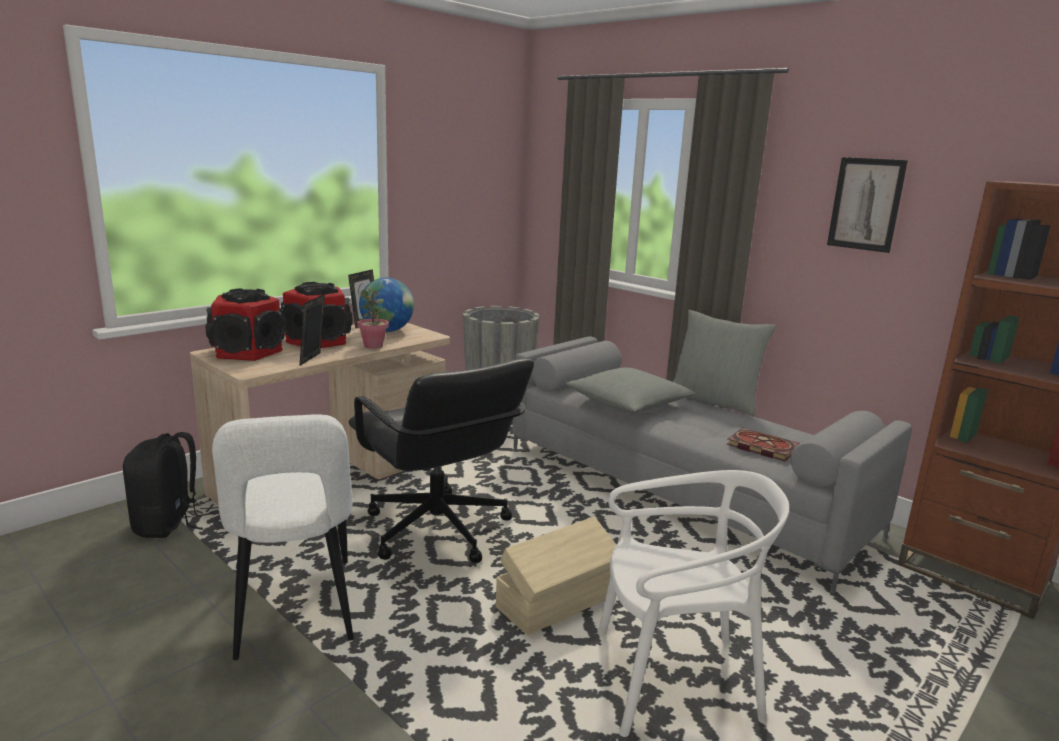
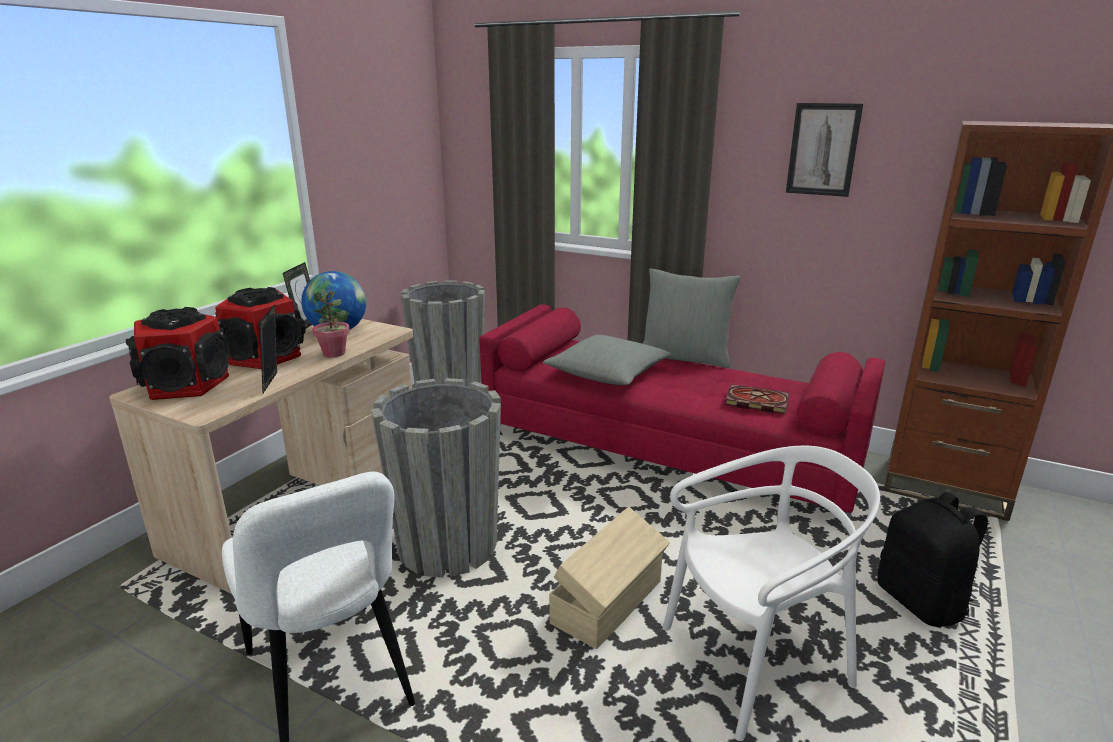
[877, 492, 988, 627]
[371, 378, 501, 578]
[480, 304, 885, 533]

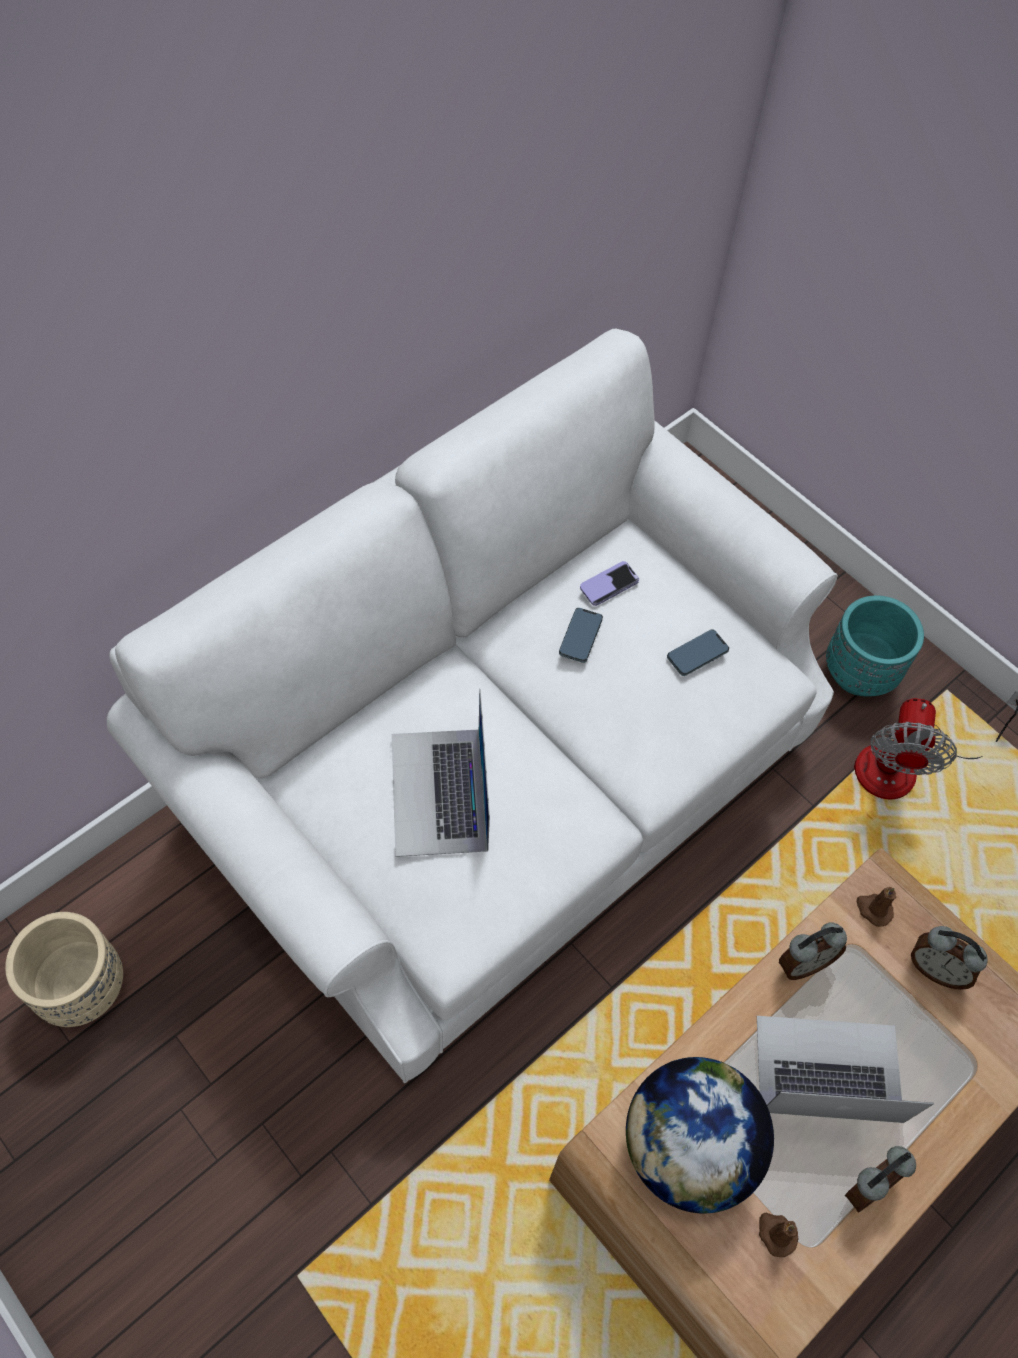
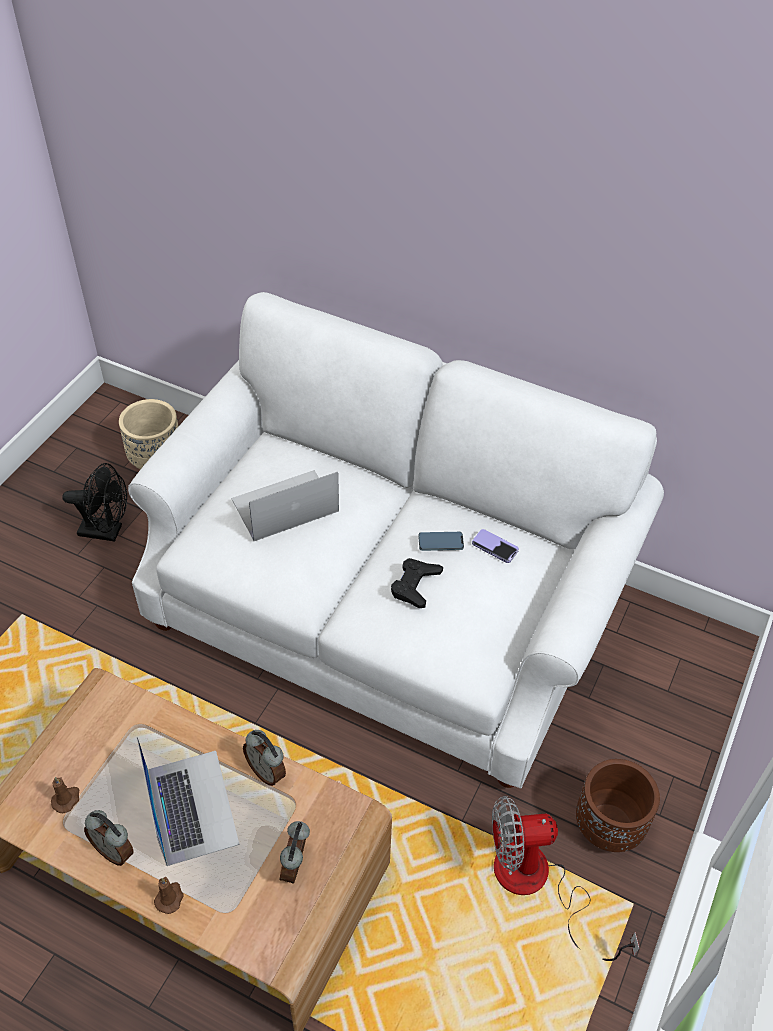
[626, 1057, 774, 1213] (first image)
[667, 629, 729, 676] (first image)
[576, 759, 660, 852]
[154, 877, 184, 914]
[62, 463, 127, 542]
[391, 558, 443, 608]

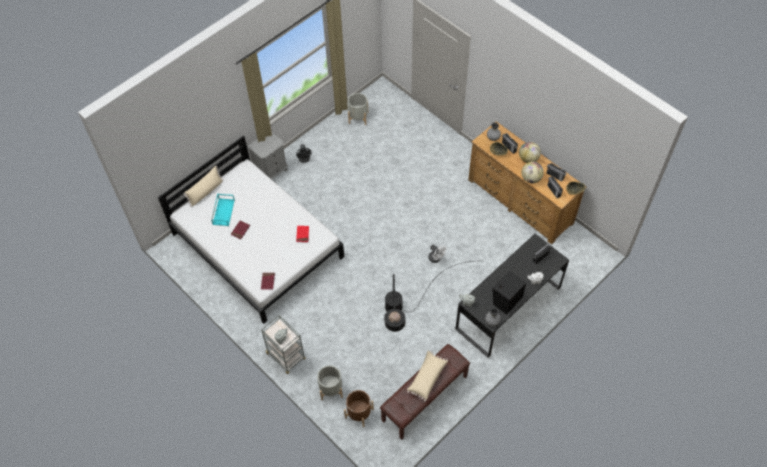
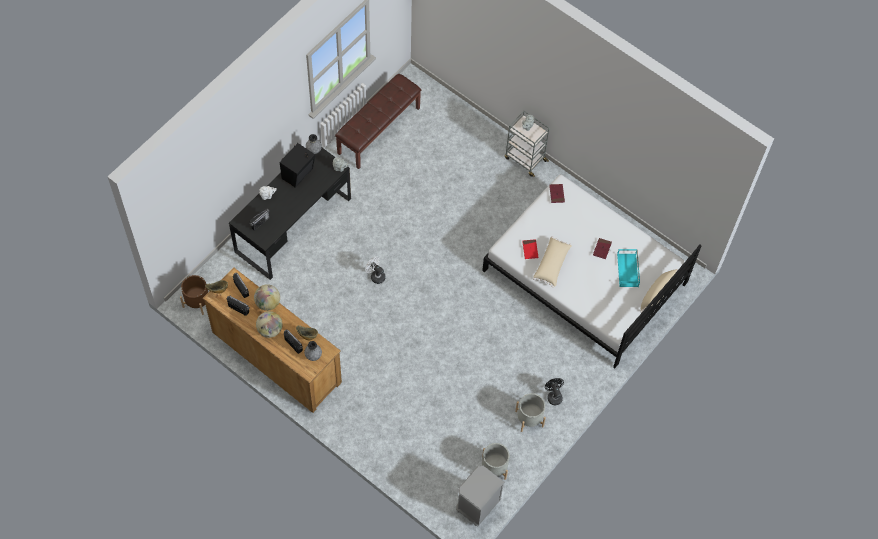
[456, 465, 504, 527]
[515, 393, 546, 432]
[180, 275, 208, 315]
[384, 261, 474, 332] (first image)
[533, 236, 572, 288]

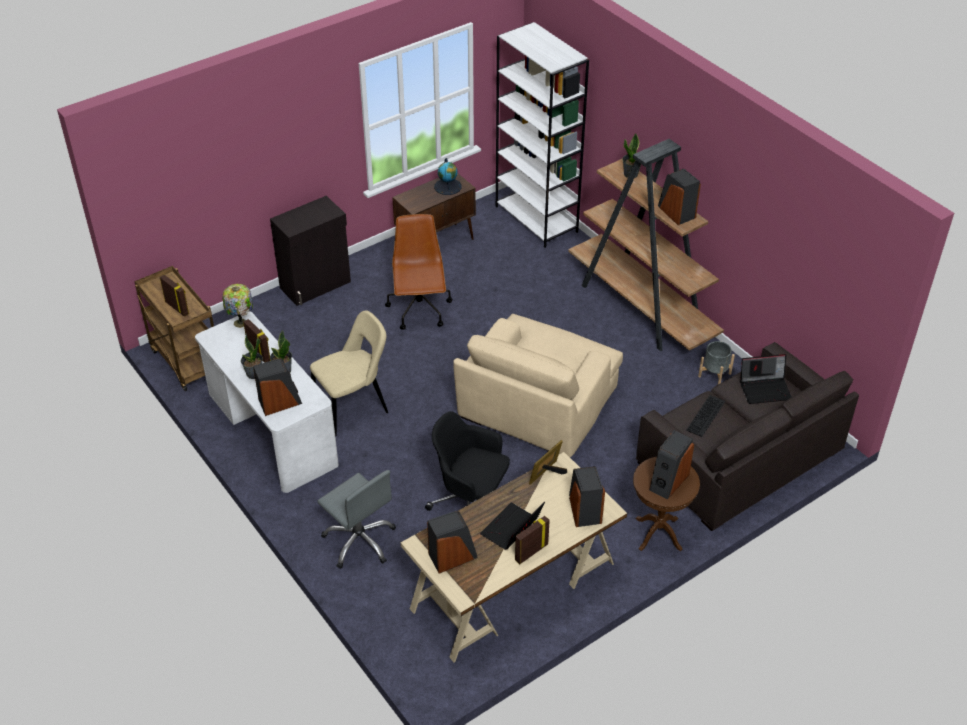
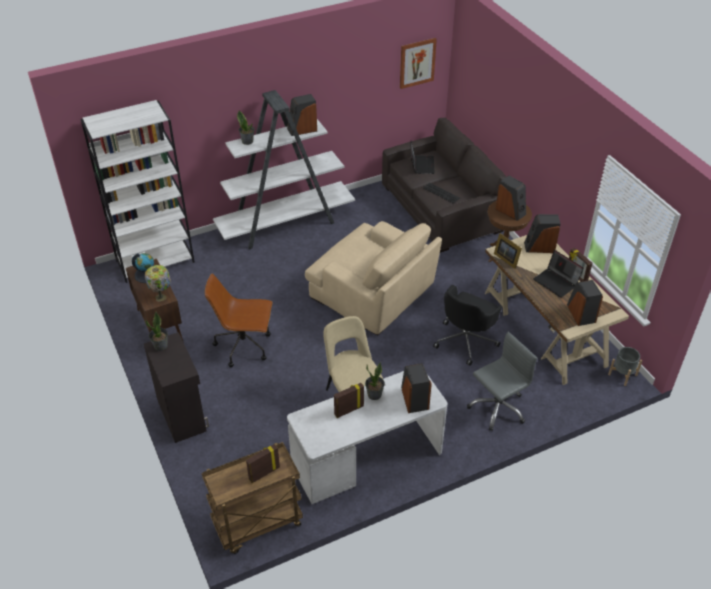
[145, 265, 171, 302]
[145, 312, 168, 351]
[213, 90, 355, 249]
[608, 347, 642, 386]
[400, 38, 437, 89]

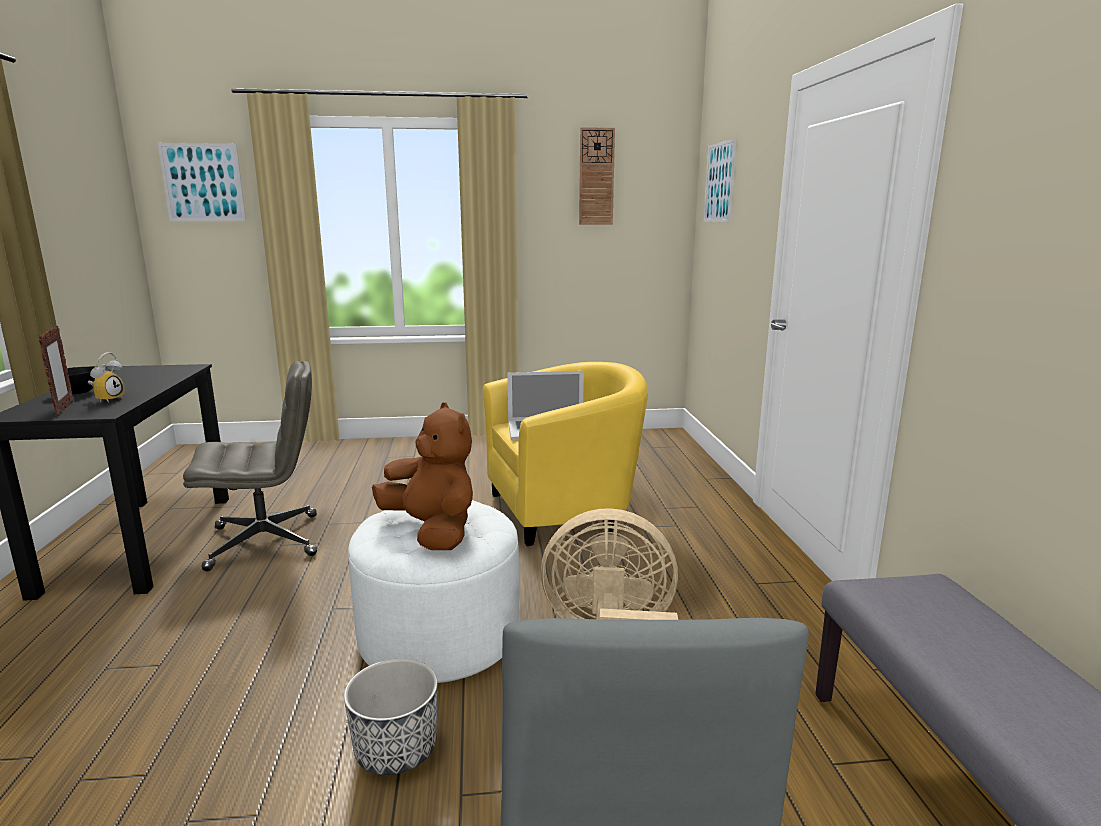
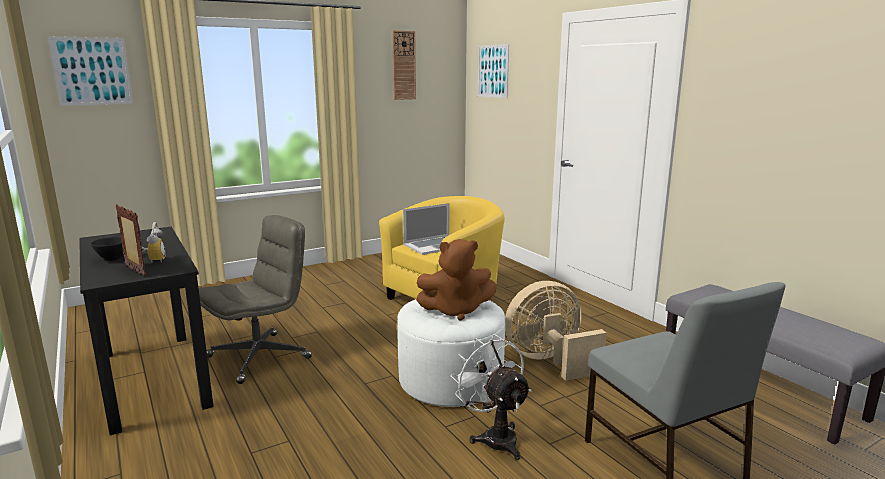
[451, 334, 532, 460]
[416, 239, 497, 321]

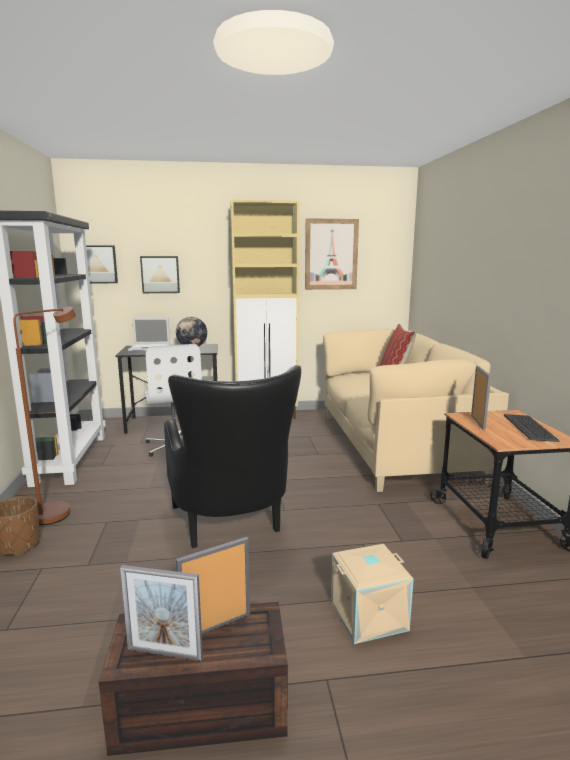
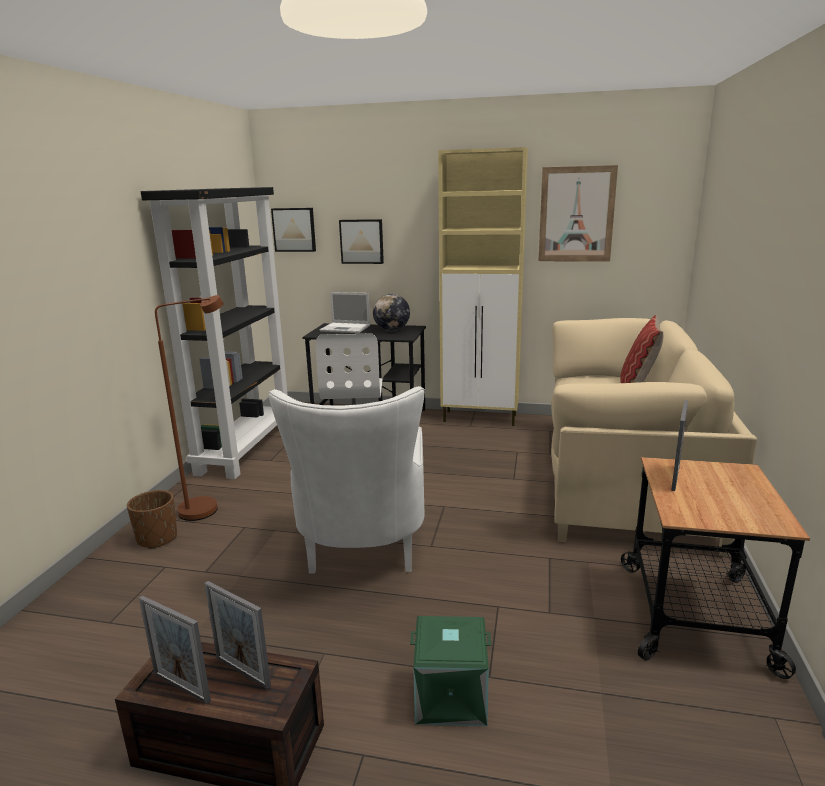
[269, 386, 425, 574]
[205, 581, 271, 689]
[410, 616, 491, 726]
[504, 414, 559, 442] (first image)

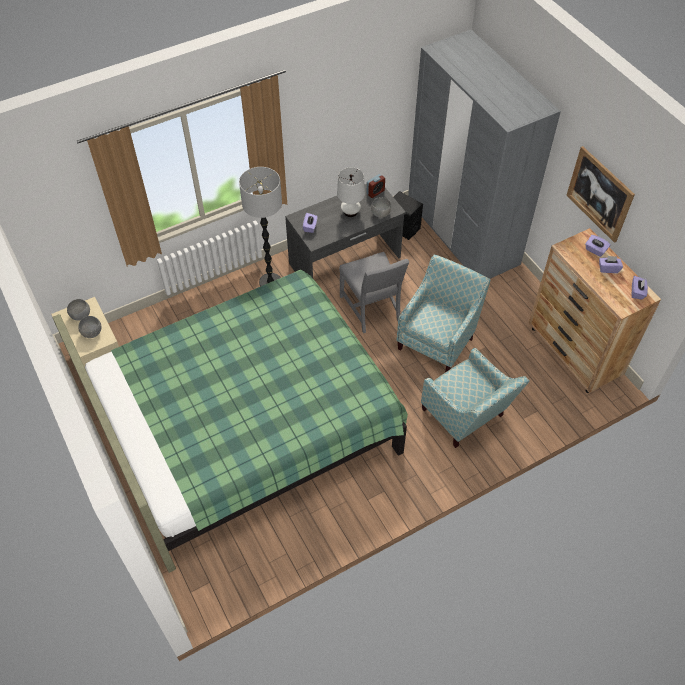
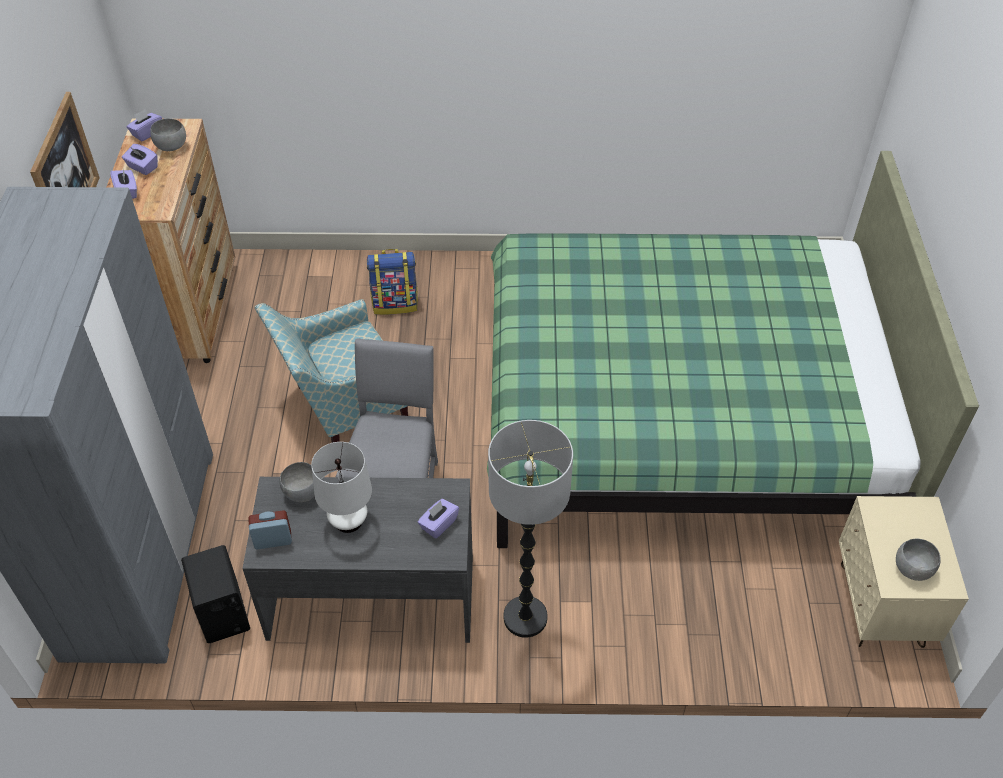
[150, 118, 186, 151]
[367, 249, 418, 315]

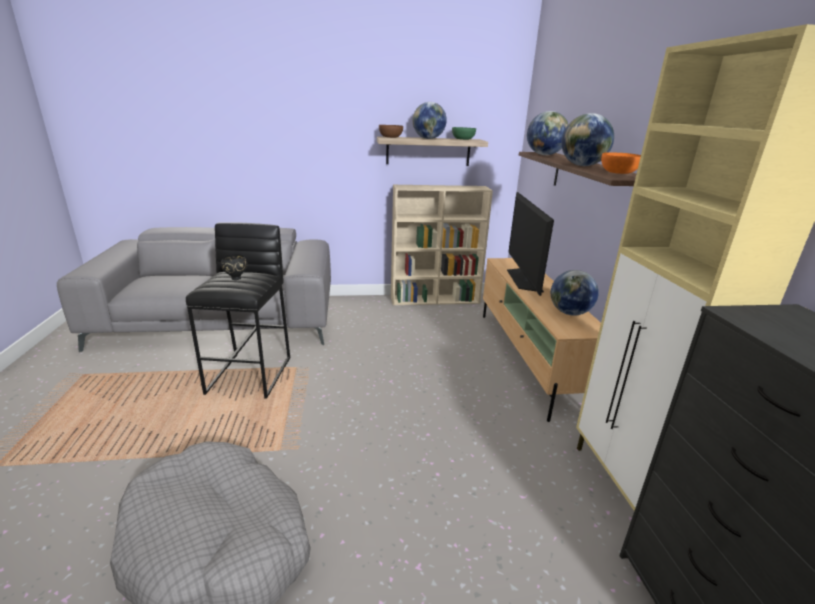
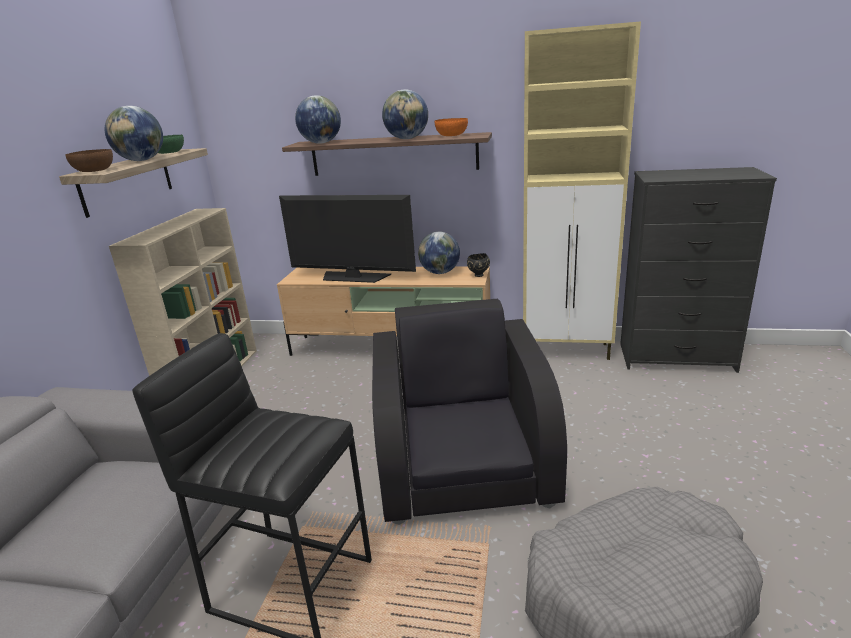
[467, 253, 490, 277]
[372, 299, 567, 525]

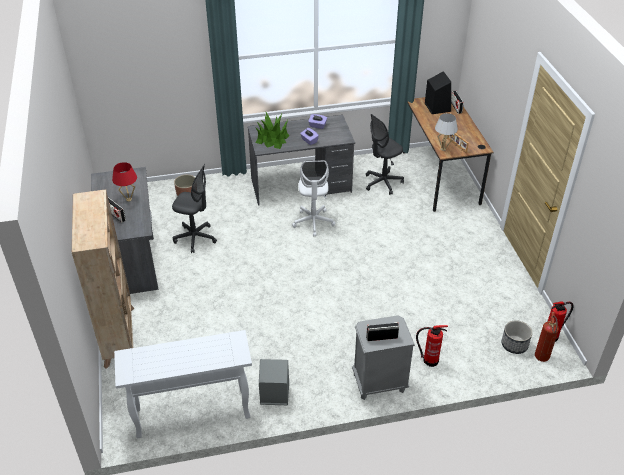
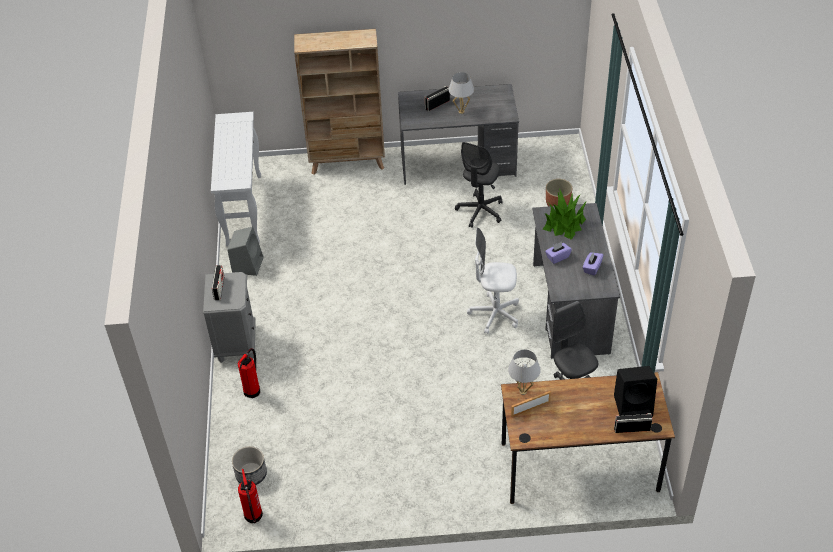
[449, 72, 474, 114]
[535, 312, 559, 362] (first image)

